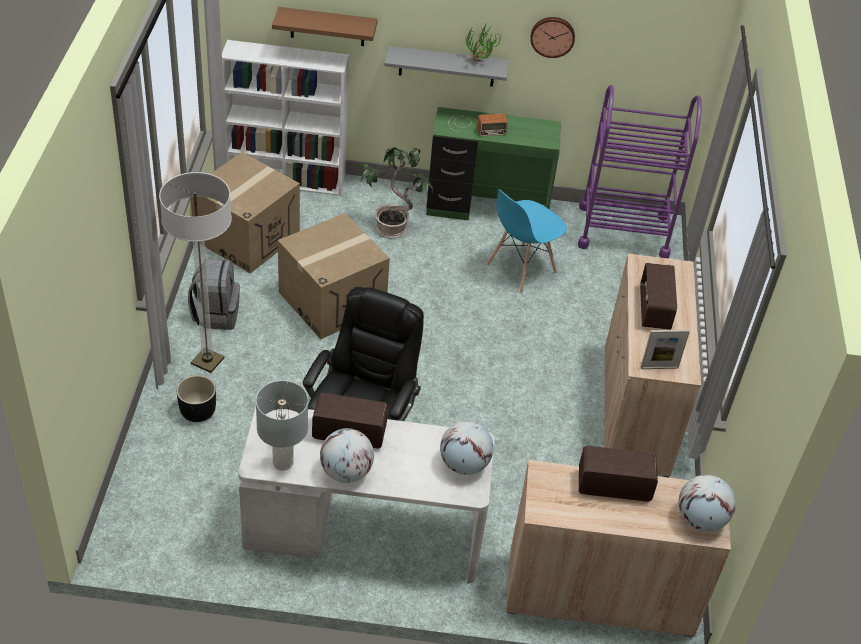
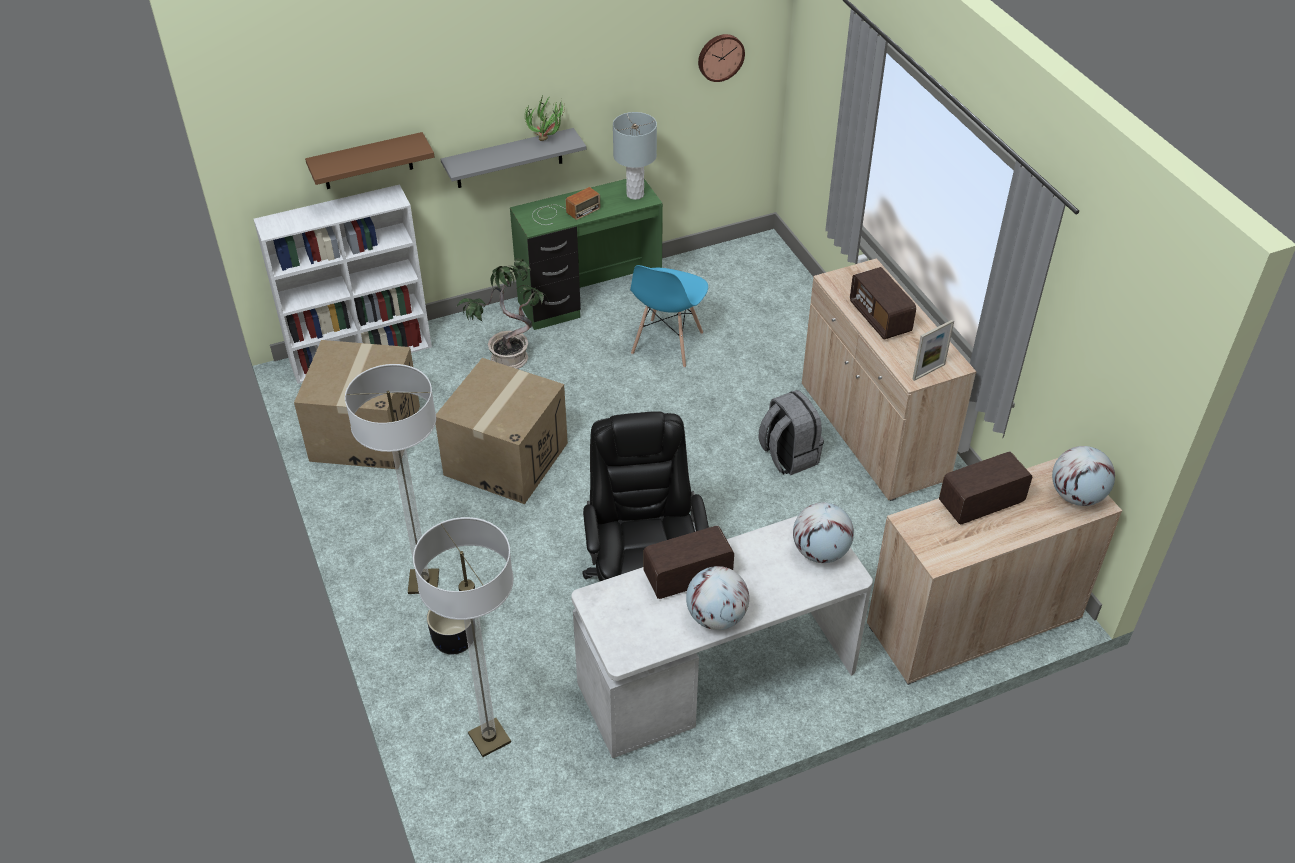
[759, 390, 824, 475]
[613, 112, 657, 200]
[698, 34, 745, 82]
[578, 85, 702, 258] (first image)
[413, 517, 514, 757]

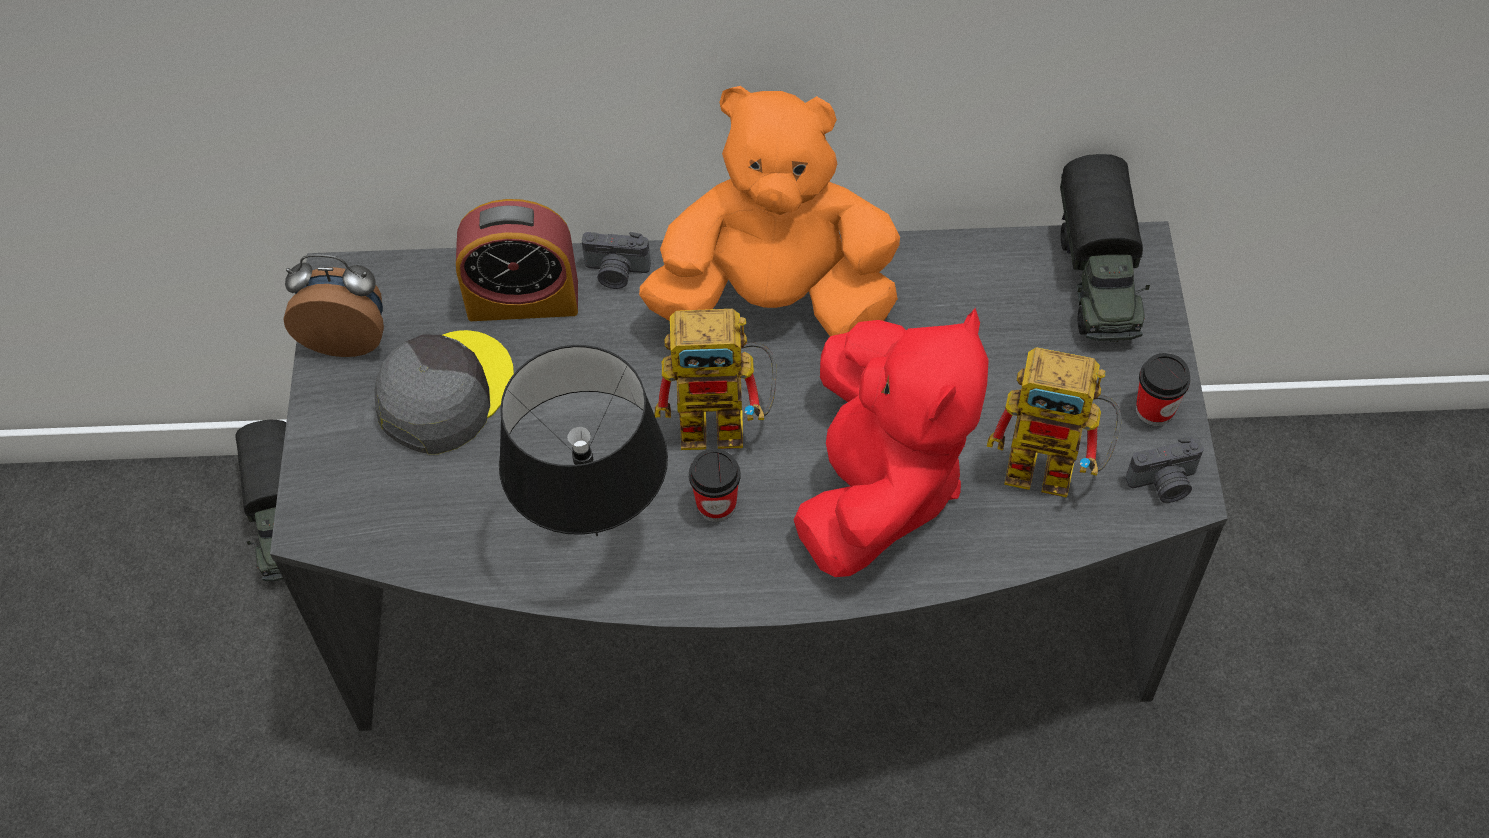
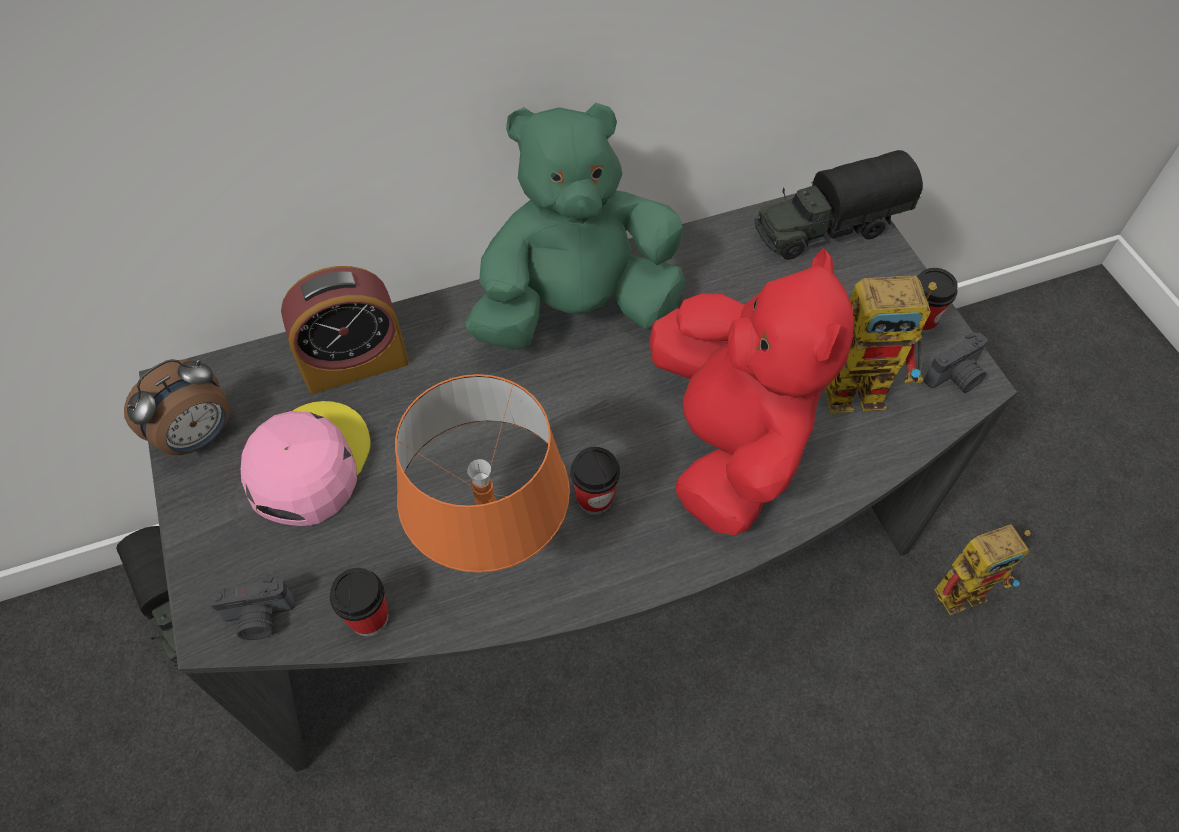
[124, 359, 230, 455]
[241, 401, 371, 526]
[395, 374, 570, 573]
[208, 577, 295, 640]
[465, 103, 685, 350]
[934, 524, 1031, 615]
[754, 150, 923, 260]
[330, 568, 389, 636]

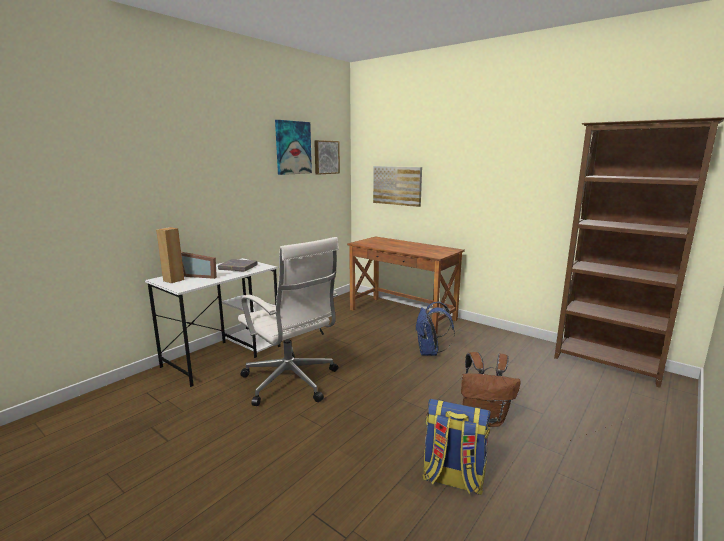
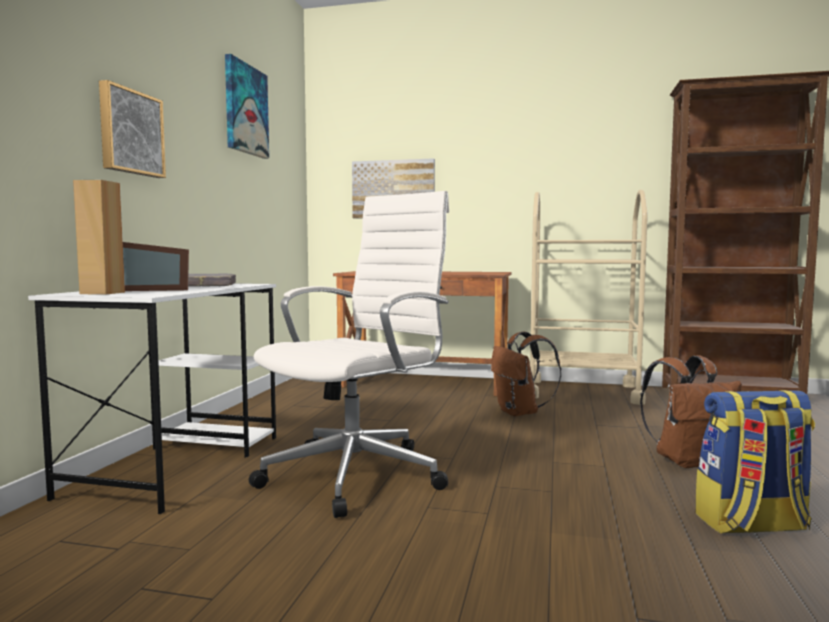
[249, 191, 449, 518]
[99, 80, 166, 178]
[491, 332, 561, 416]
[530, 190, 648, 405]

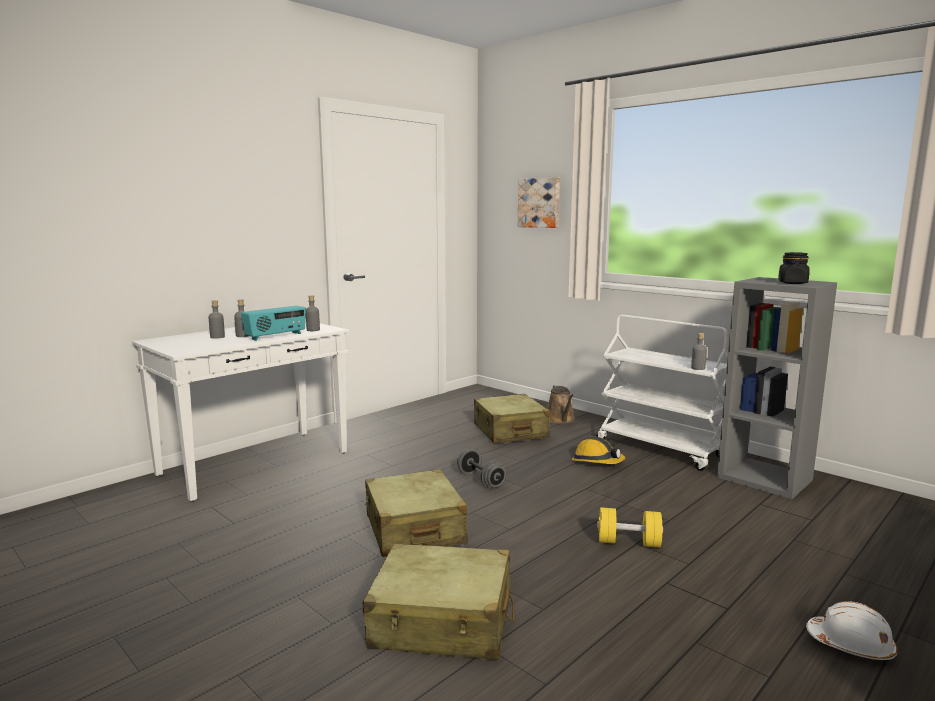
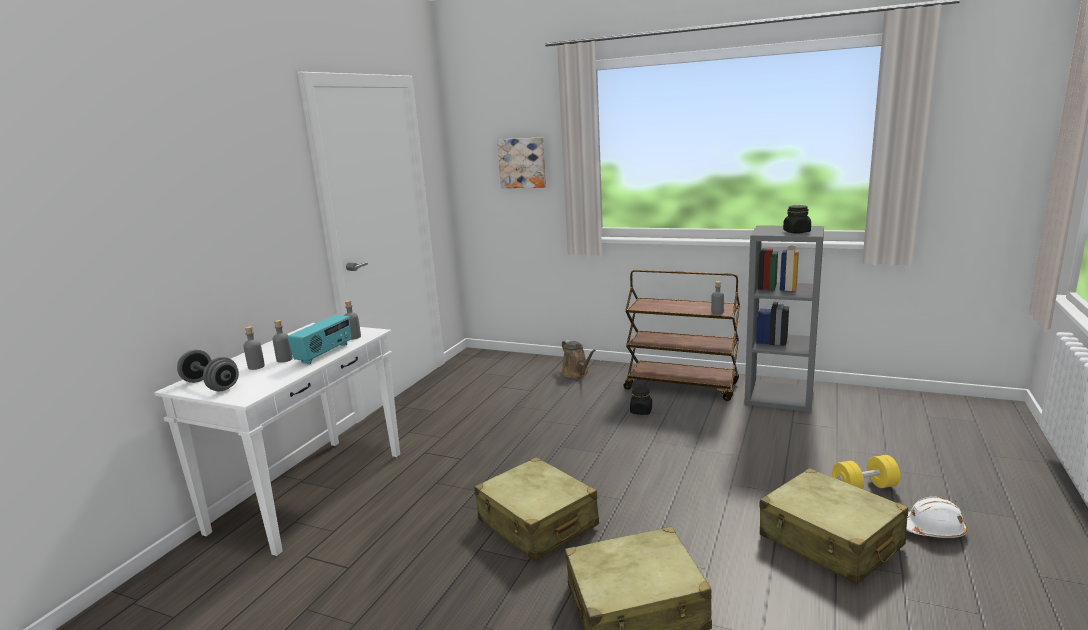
[177, 350, 239, 391]
[760, 468, 908, 585]
[630, 386, 652, 415]
[623, 270, 740, 401]
[832, 455, 900, 489]

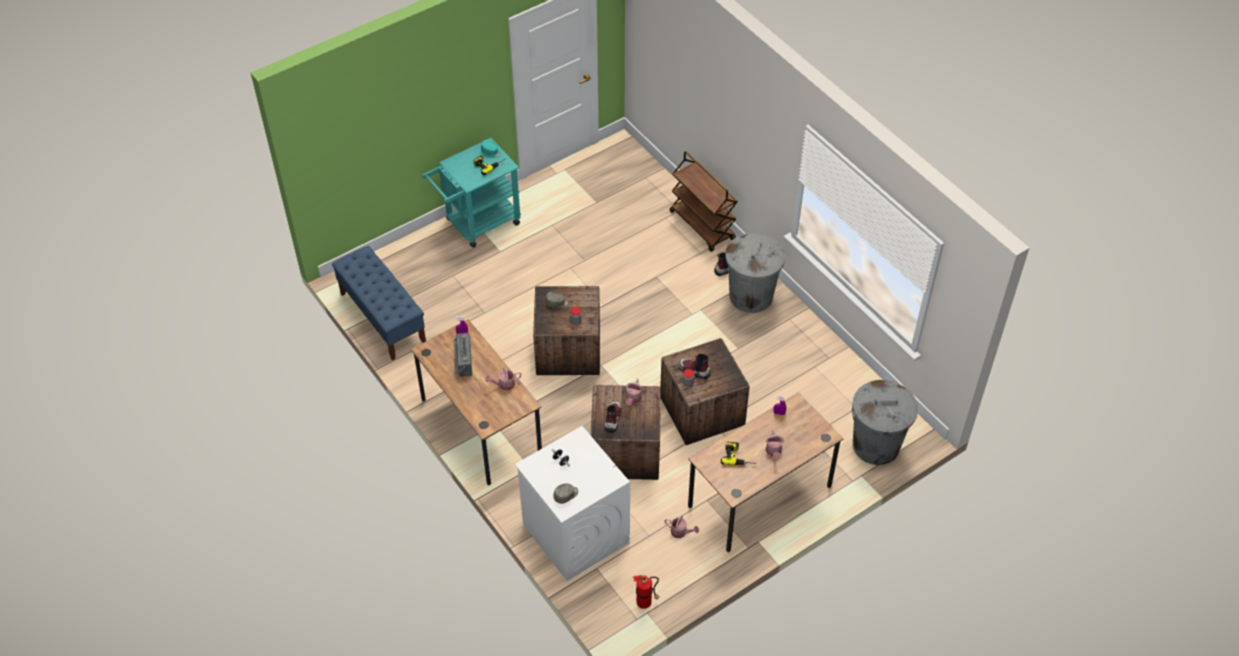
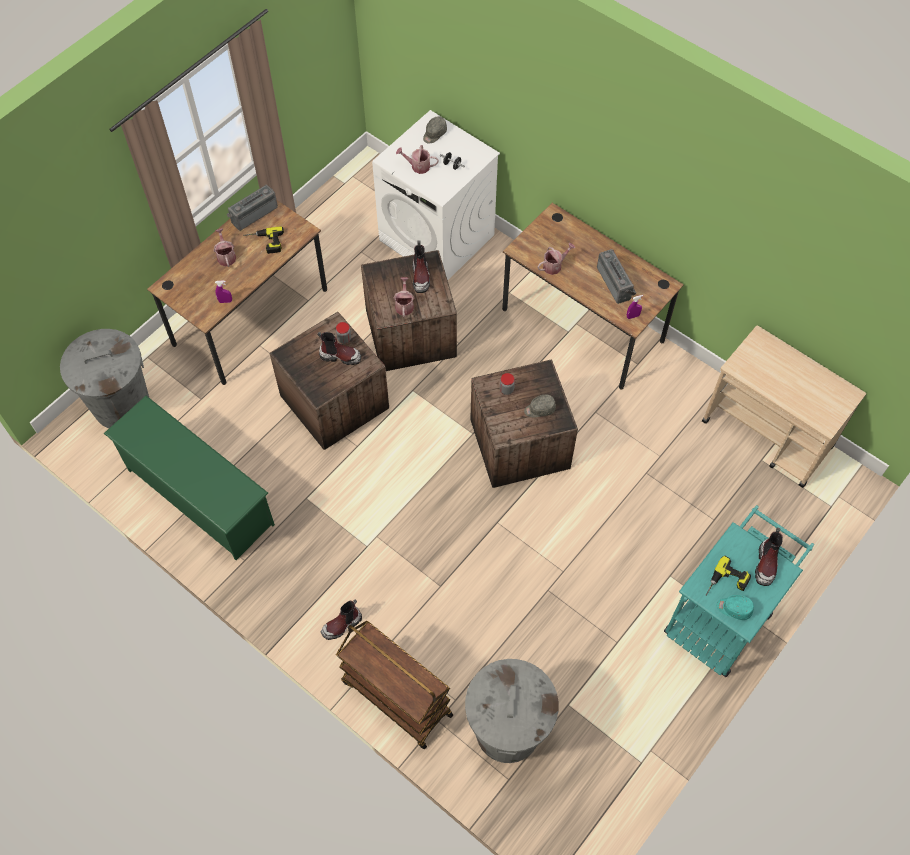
[702, 326, 866, 488]
[633, 575, 659, 609] (first image)
[396, 145, 439, 174]
[465, 659, 559, 763]
[104, 396, 275, 560]
[226, 185, 278, 231]
[755, 527, 783, 586]

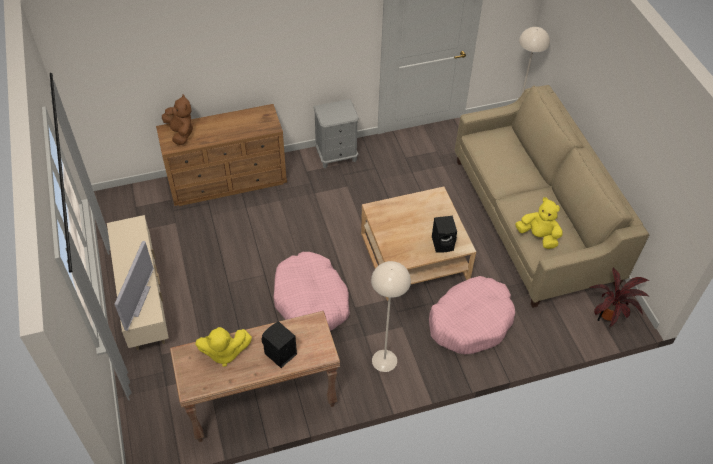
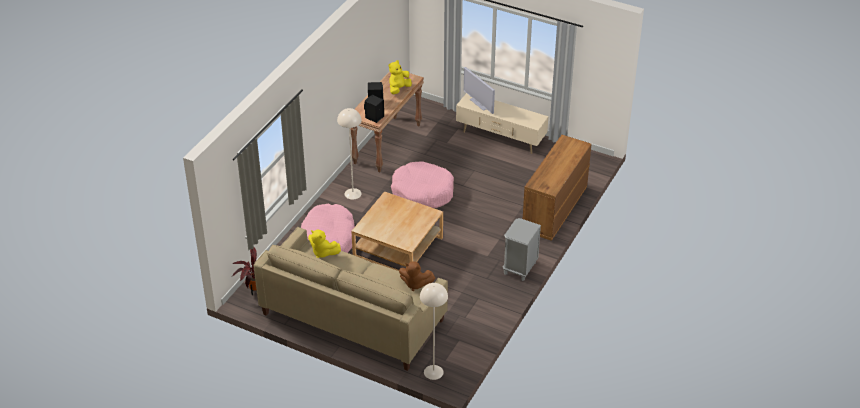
[399, 261, 435, 291]
[364, 95, 384, 123]
[308, 230, 341, 258]

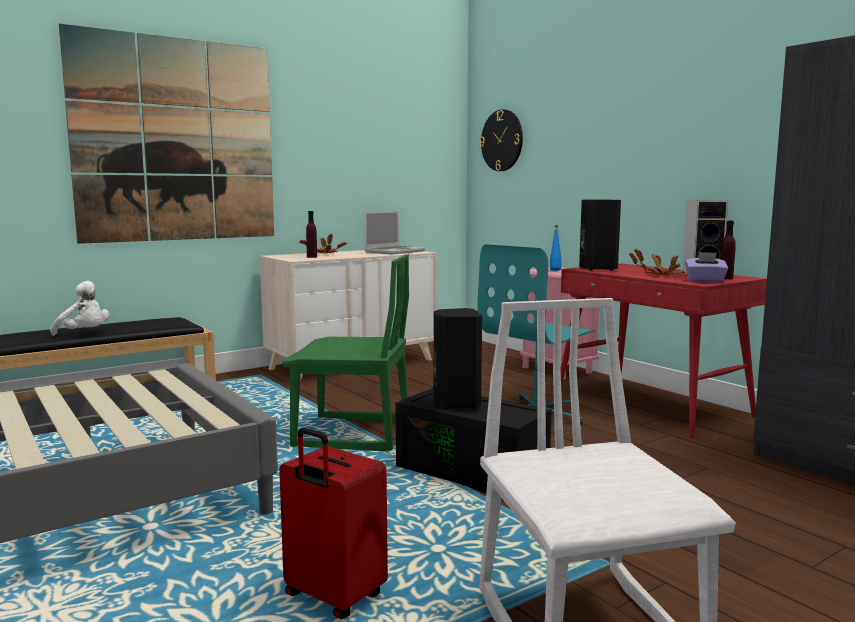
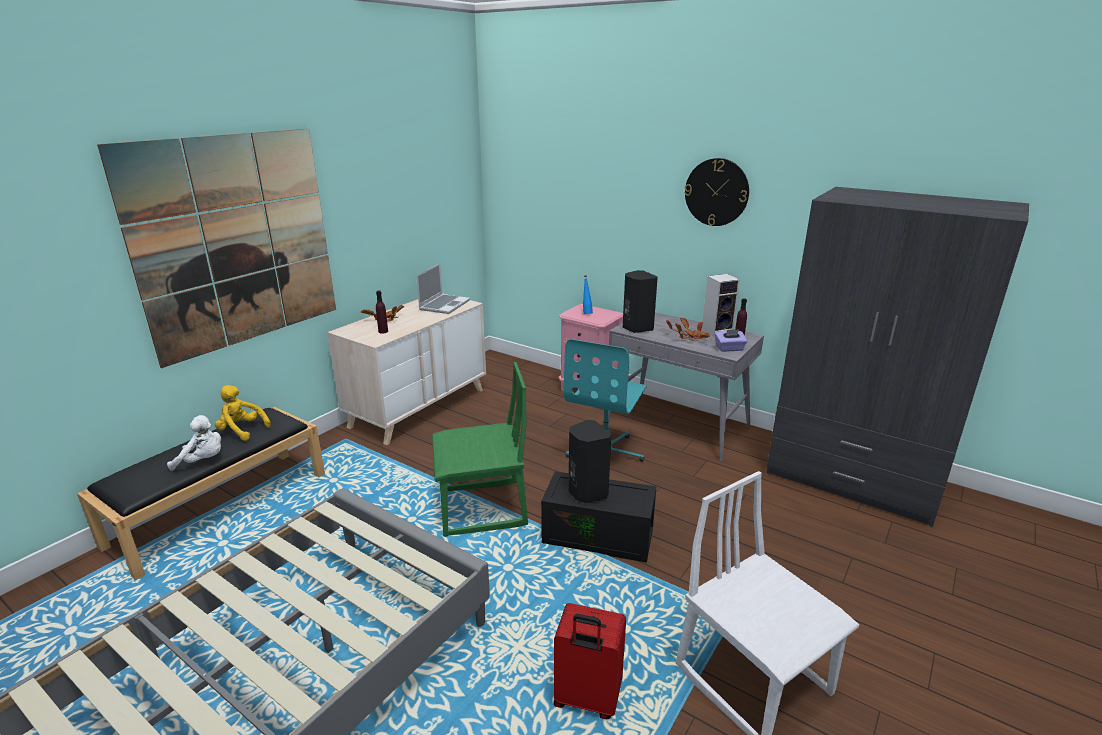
[685, 158, 749, 226]
[608, 312, 764, 461]
[215, 385, 271, 441]

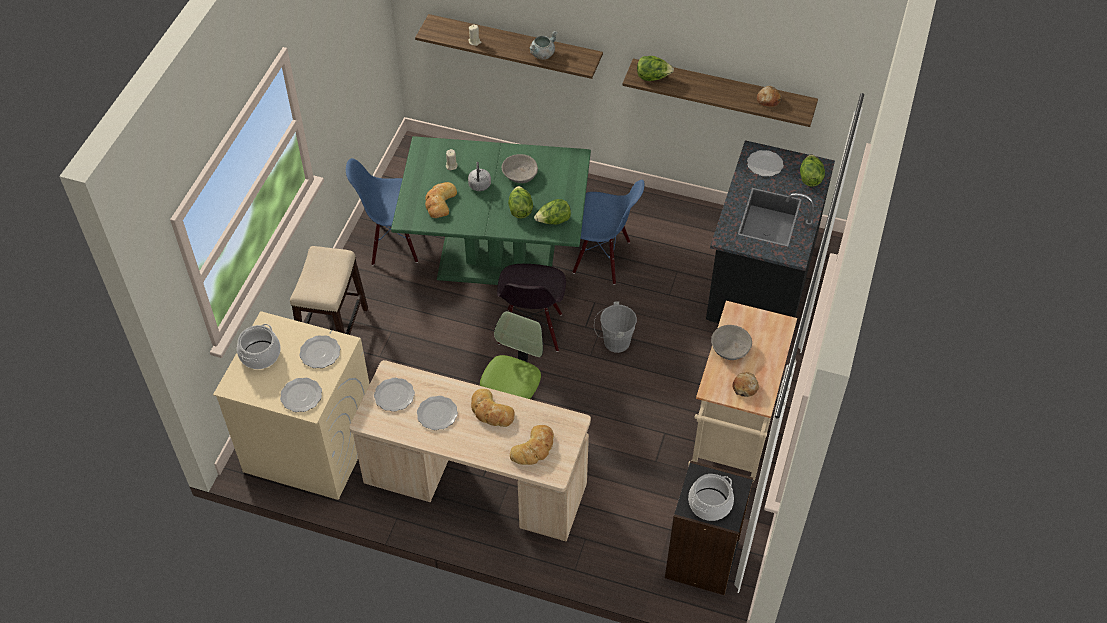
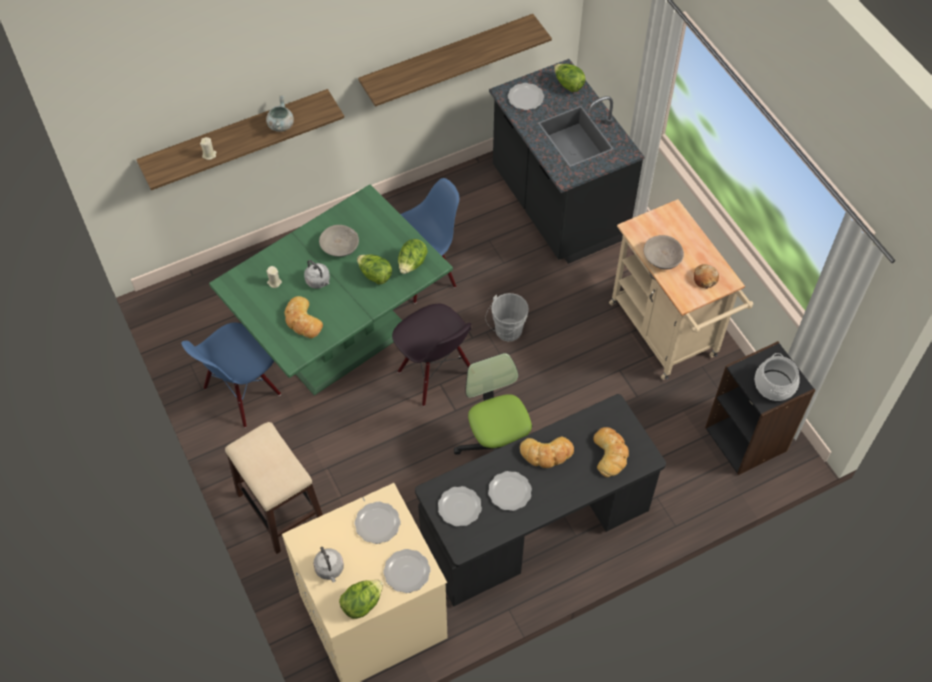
[313, 547, 344, 583]
[415, 394, 666, 607]
[339, 580, 383, 619]
[757, 86, 782, 107] (first image)

